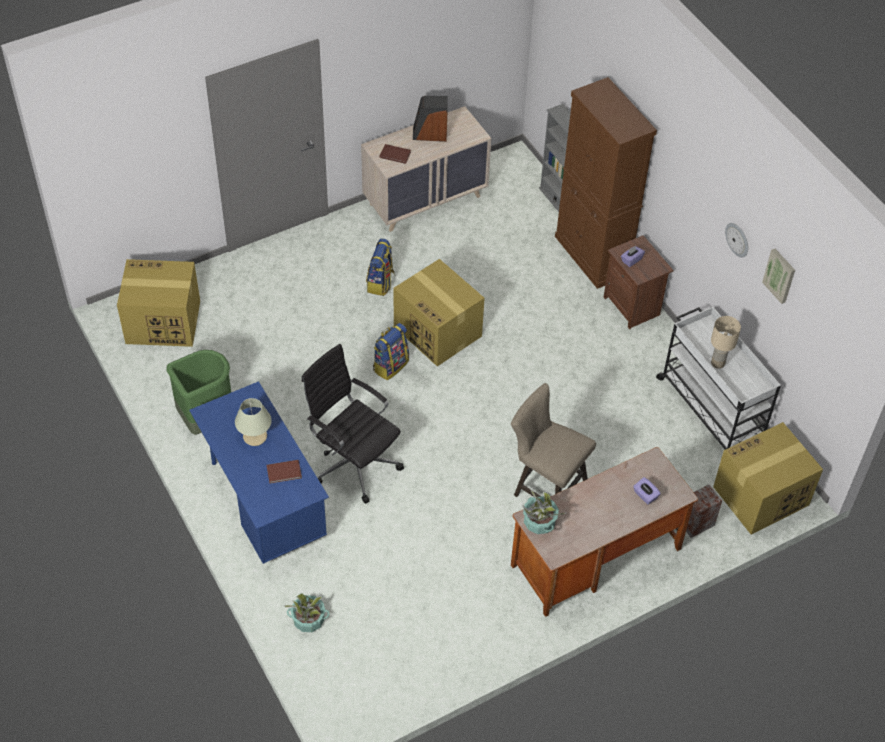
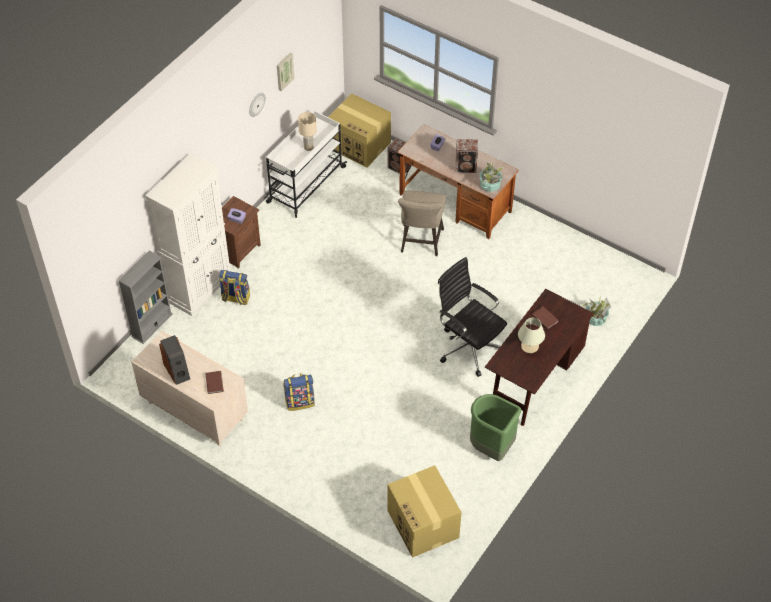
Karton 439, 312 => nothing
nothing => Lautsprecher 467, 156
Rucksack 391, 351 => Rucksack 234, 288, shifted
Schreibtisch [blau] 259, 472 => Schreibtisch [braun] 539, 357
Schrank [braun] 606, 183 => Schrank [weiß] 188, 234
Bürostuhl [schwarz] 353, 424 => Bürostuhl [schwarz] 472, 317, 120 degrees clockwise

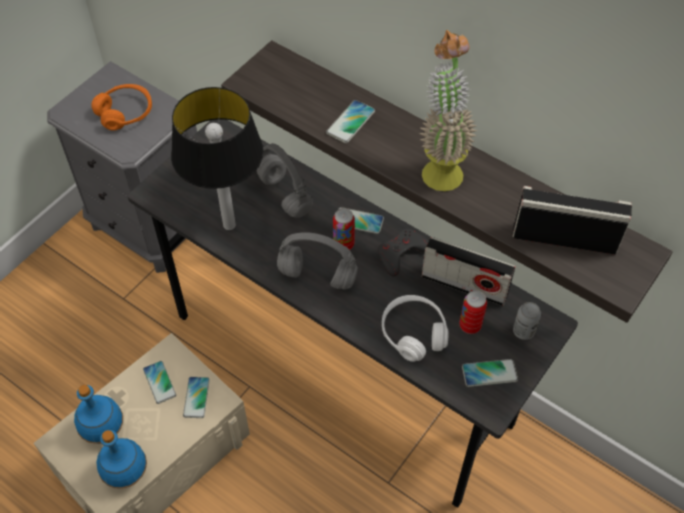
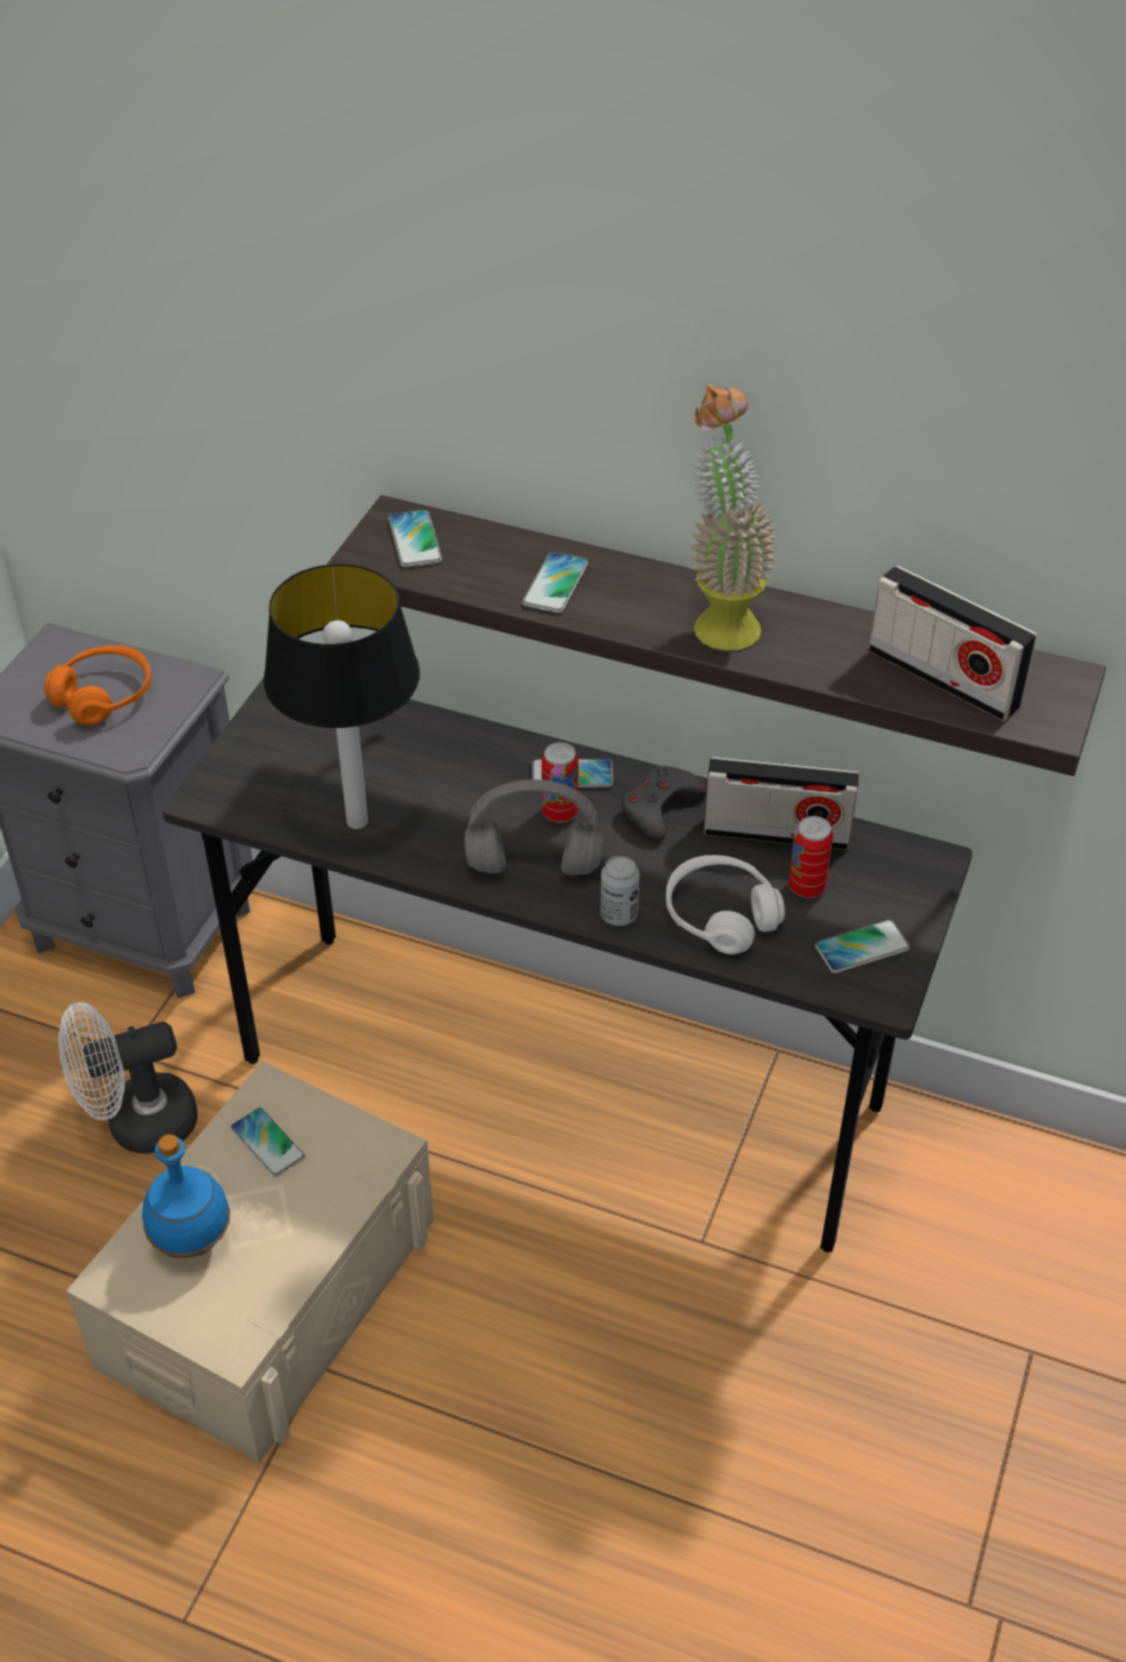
Flasche [blau] 122, 459 => nothing
Kopfhörer [grau] 284, 180 => nothing
nothing => Ventilator [weiß] 128, 1078
Handy 196, 397 => Handy 415, 538, shifted
Dose 527, 321 => Dose 619, 891, shifted
Radio 572, 220 => Radio 953, 643, 135 degrees counterclockwise

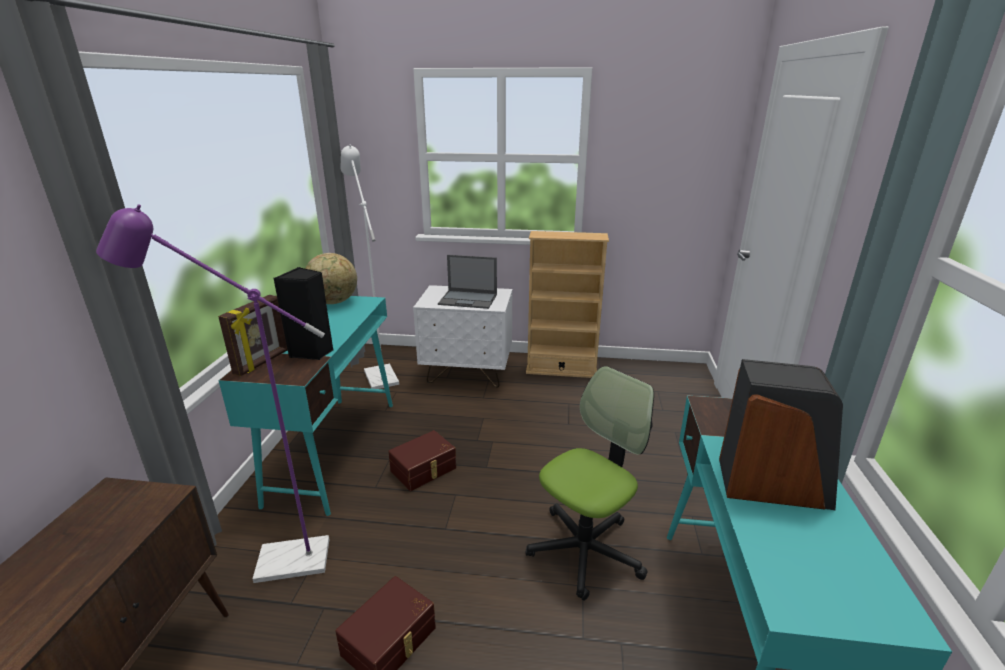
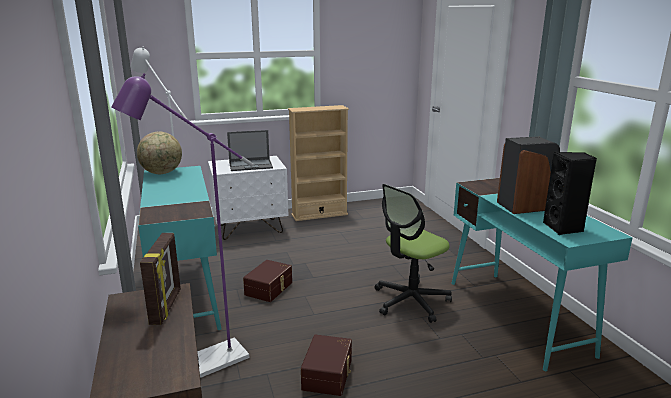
Bilderrahmen 253, 335 => Bilderrahmen 160, 279, shifted
Lautsprecher [schwarz] 303, 313 => Lautsprecher [schwarz] 570, 193, shifted
Bürostuhl 590, 483 => Bürostuhl 413, 253, 150 degrees counterclockwise

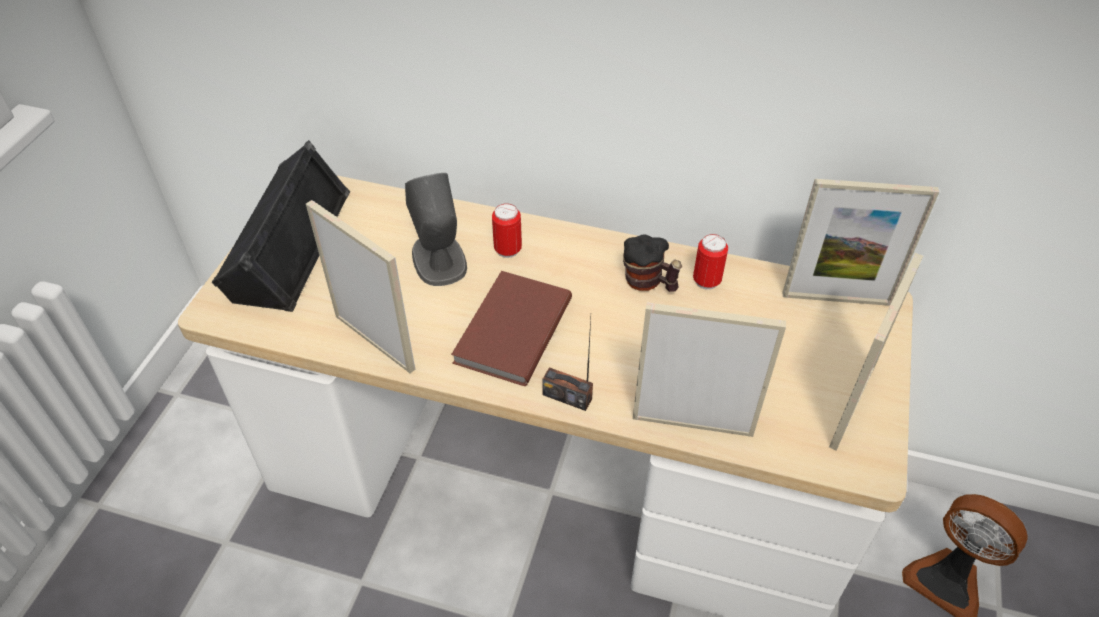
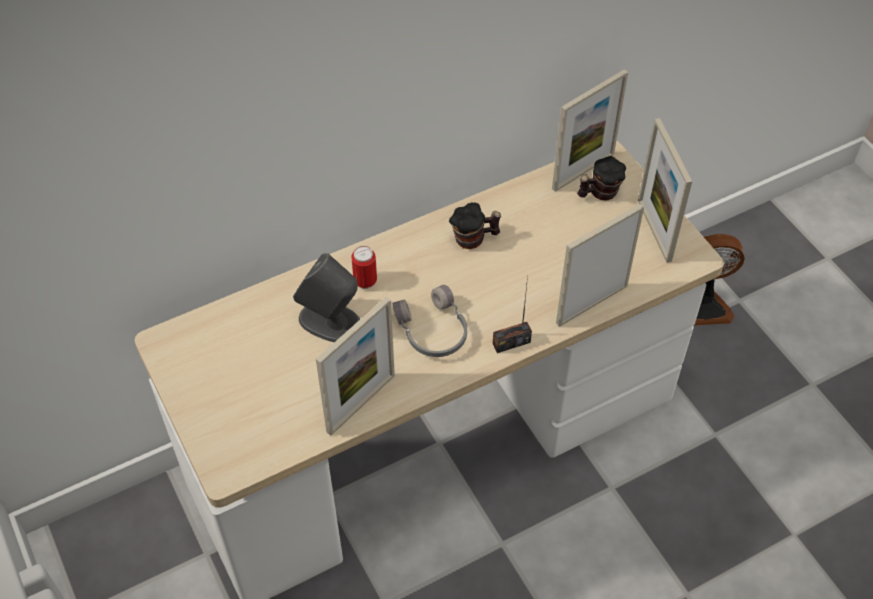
Lautsprecher [schwarz] 281, 226 => nothing
Dose 710, 262 => nothing
nothing => Henkelbecher 601, 178
Buch [braun] 511, 328 => Kopfhörer [grau] 430, 321
Bilderrahmen 360, 286 => Bilderrahmen 355, 366, 135 degrees clockwise

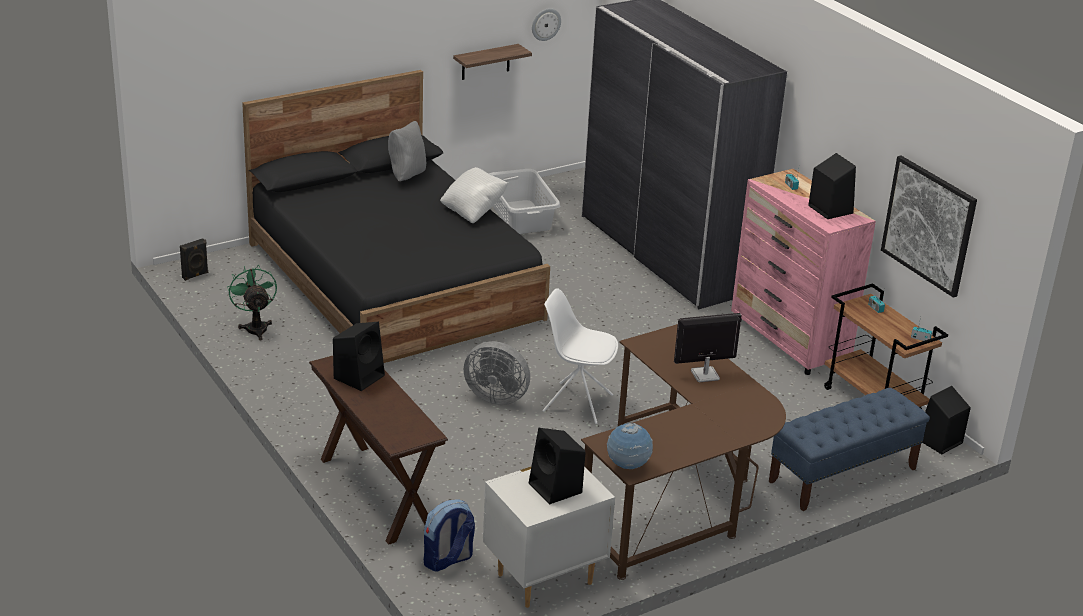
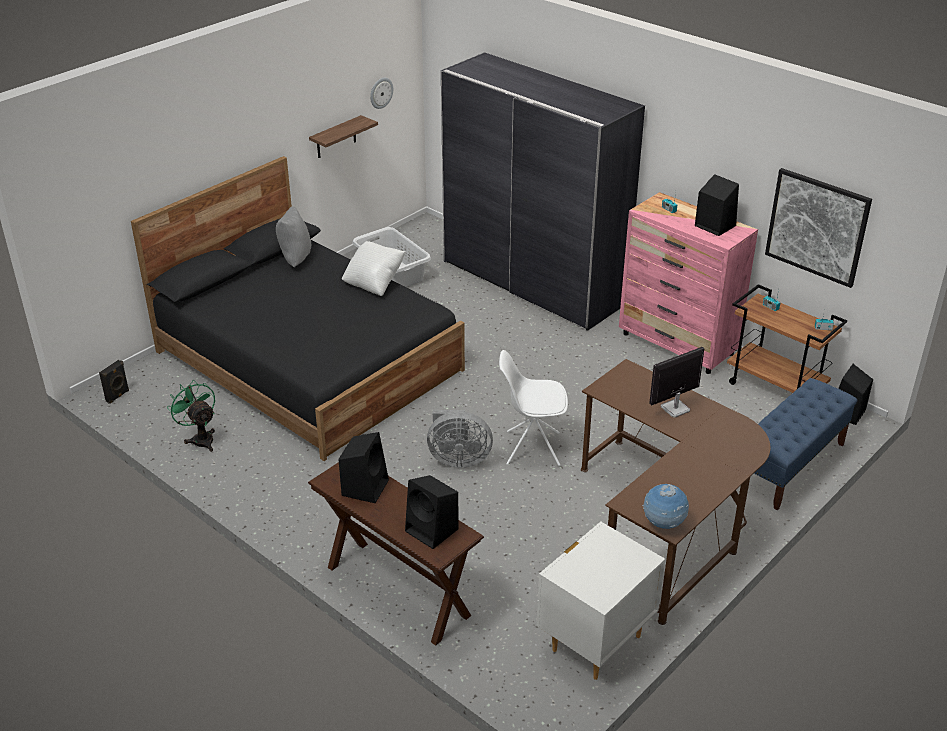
Rucksack 449, 535 => nothing
Lautsprecher [schwarz] 557, 466 => Lautsprecher [schwarz] 432, 512, shifted

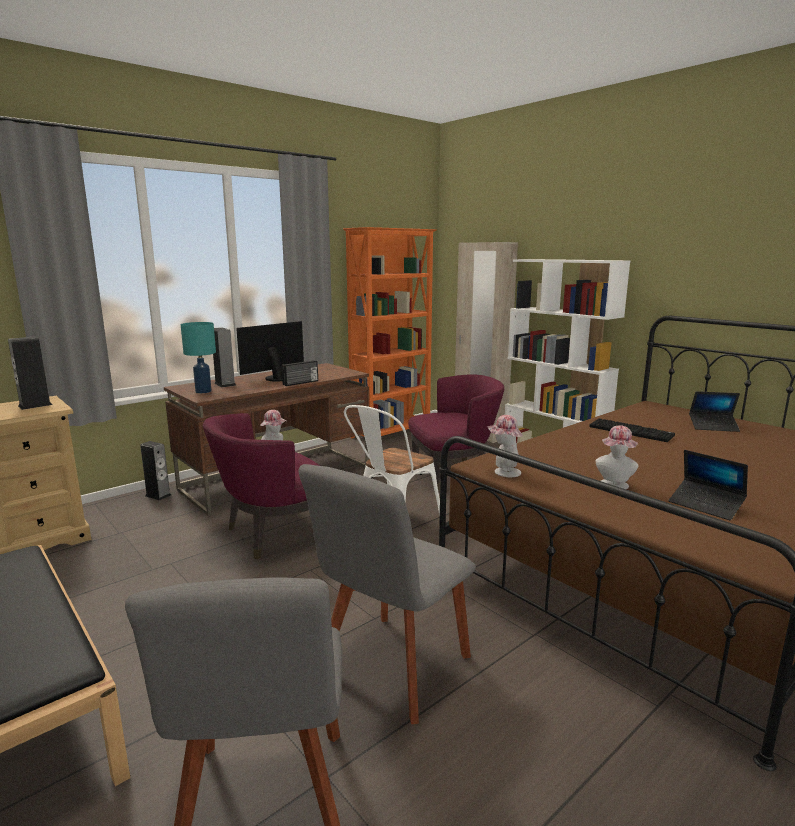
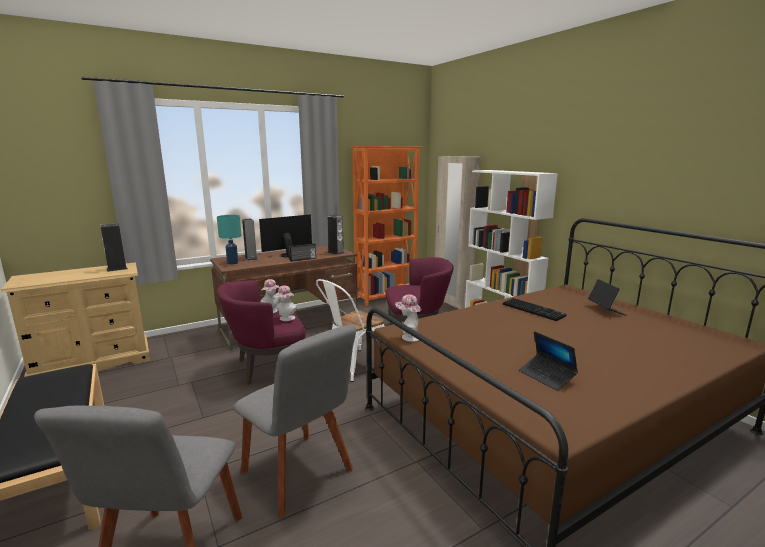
Lautsprecher 155, 471 => Lautsprecher 335, 235, shifted
Hut 616, 457 => Hut 286, 303, shifted
Stuhl [grau] 387, 594 => Stuhl [grau] 294, 421, 90 degrees counterclockwise
Laptop 714, 411 => Laptop 607, 297, 120 degrees counterclockwise

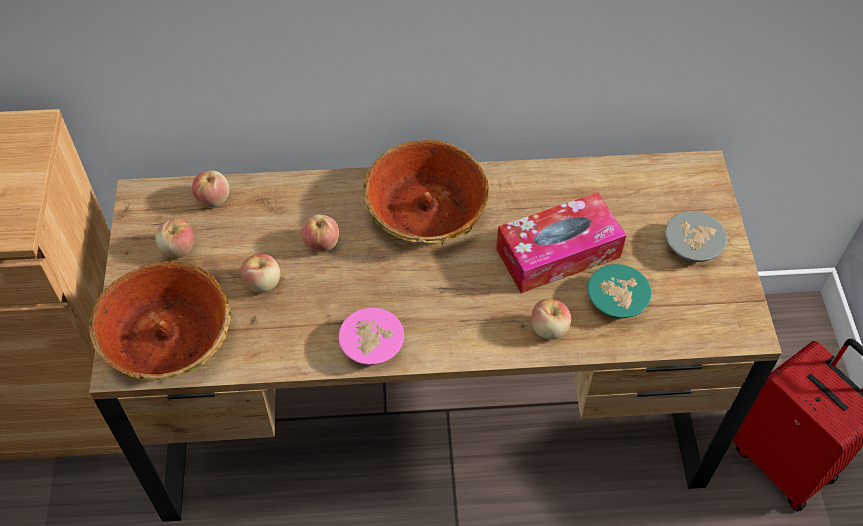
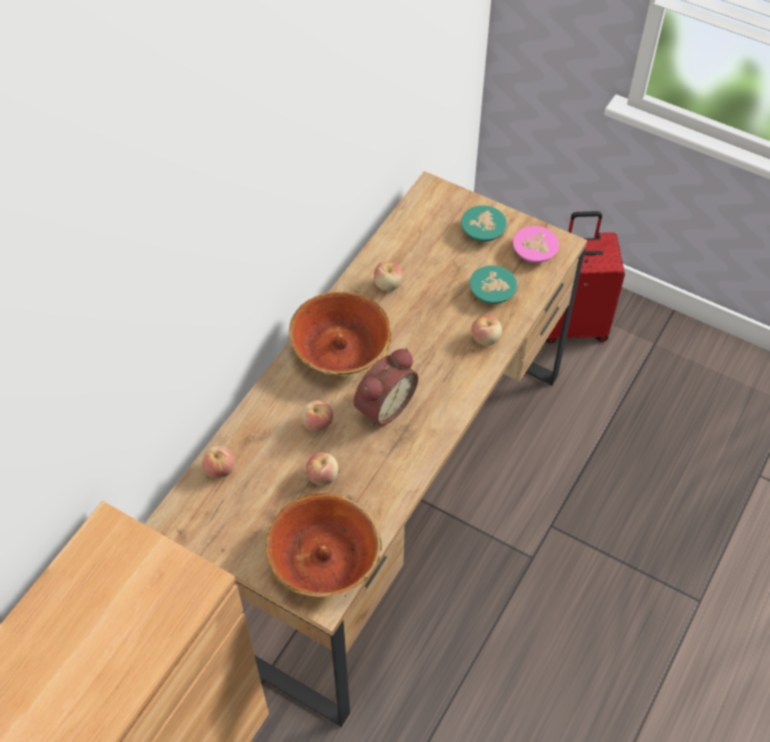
Taschentuchbox 561, 242 => nothing
nothing => Wecker 386, 387
Apfel 174, 238 => Apfel 388, 276, shifted
Schüssel [rosa] 371, 336 => Schüssel [rosa] 536, 244, shifted
Schüssel [grau] 696, 236 => Schüssel [türkis] 484, 223

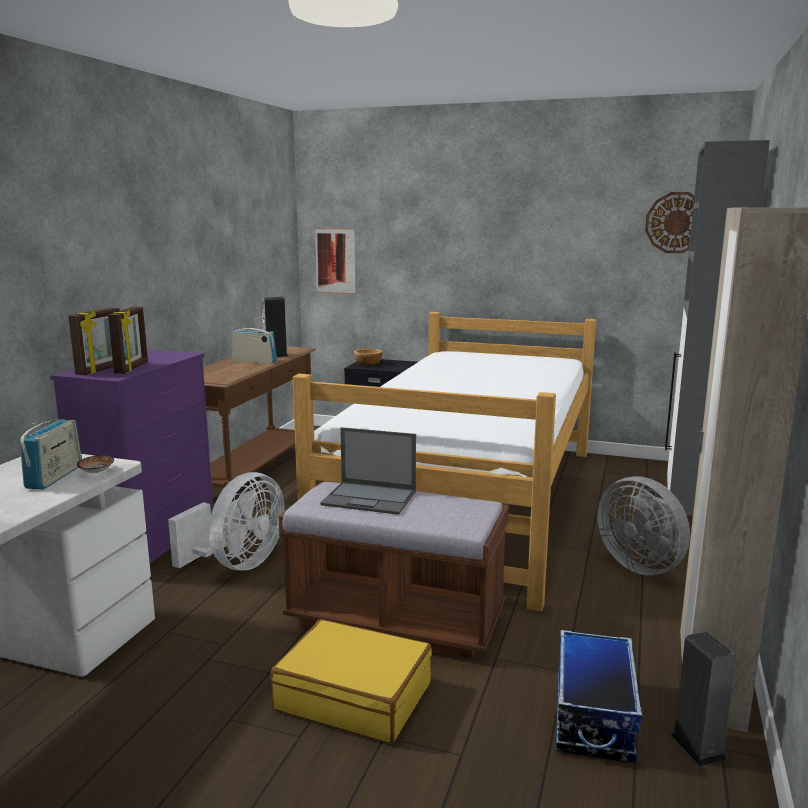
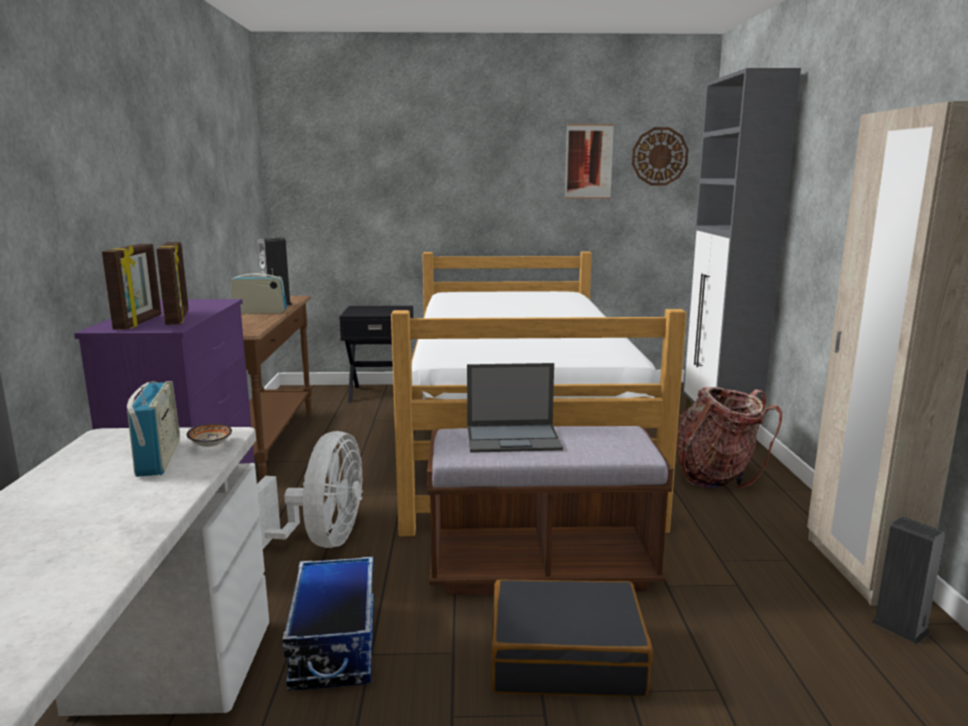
Schüssel 368, 357 => nothing
Bild 335, 261 => Bild 589, 161, shifted
Aufbewahrungsbox 599, 696 => Aufbewahrungsbox 328, 624, shifted
Ventilator [grau] 643, 525 => Rucksack 729, 437
Koffer [gelb] 351, 681 => Koffer [schwarz] 572, 638

